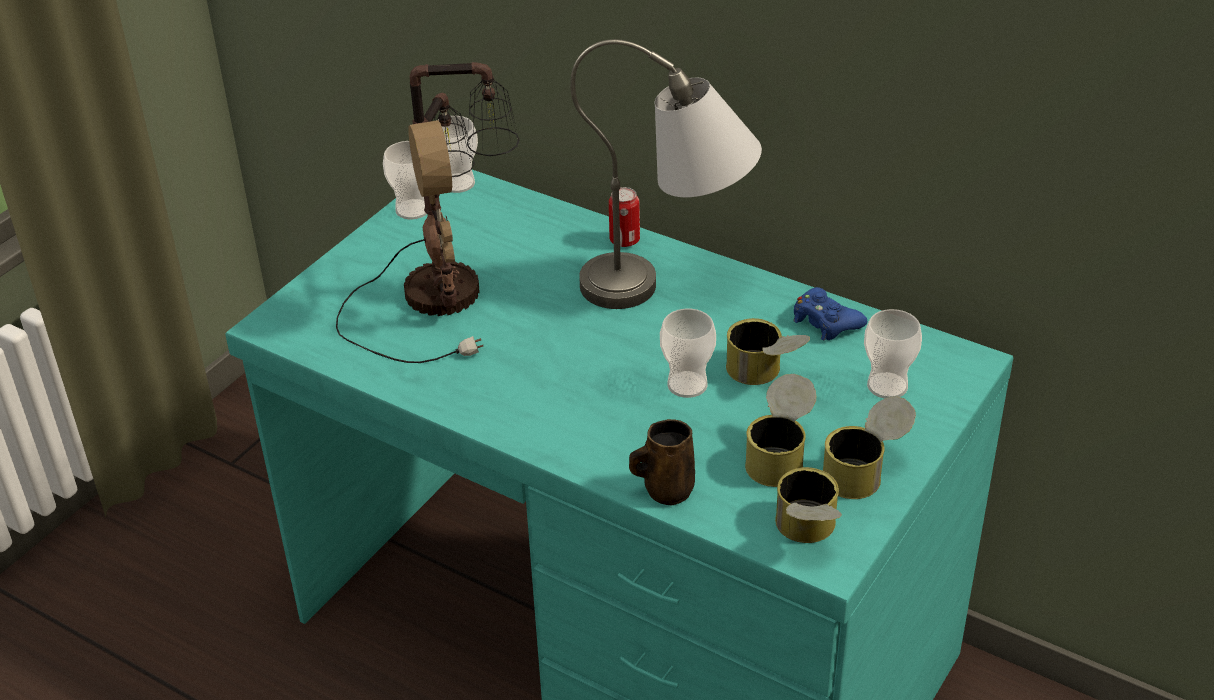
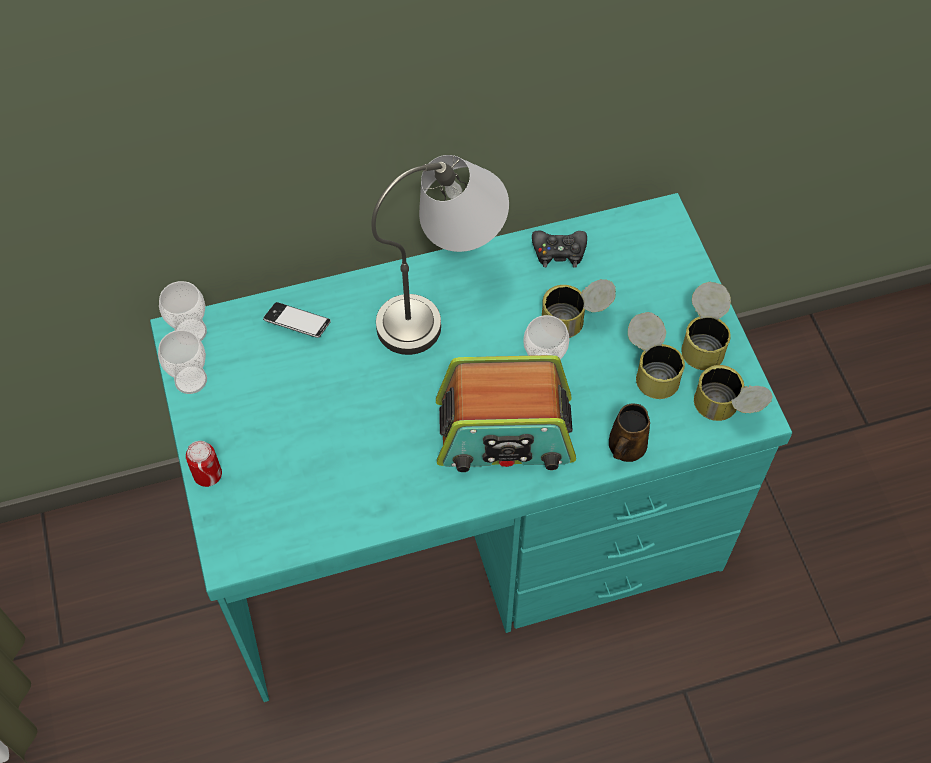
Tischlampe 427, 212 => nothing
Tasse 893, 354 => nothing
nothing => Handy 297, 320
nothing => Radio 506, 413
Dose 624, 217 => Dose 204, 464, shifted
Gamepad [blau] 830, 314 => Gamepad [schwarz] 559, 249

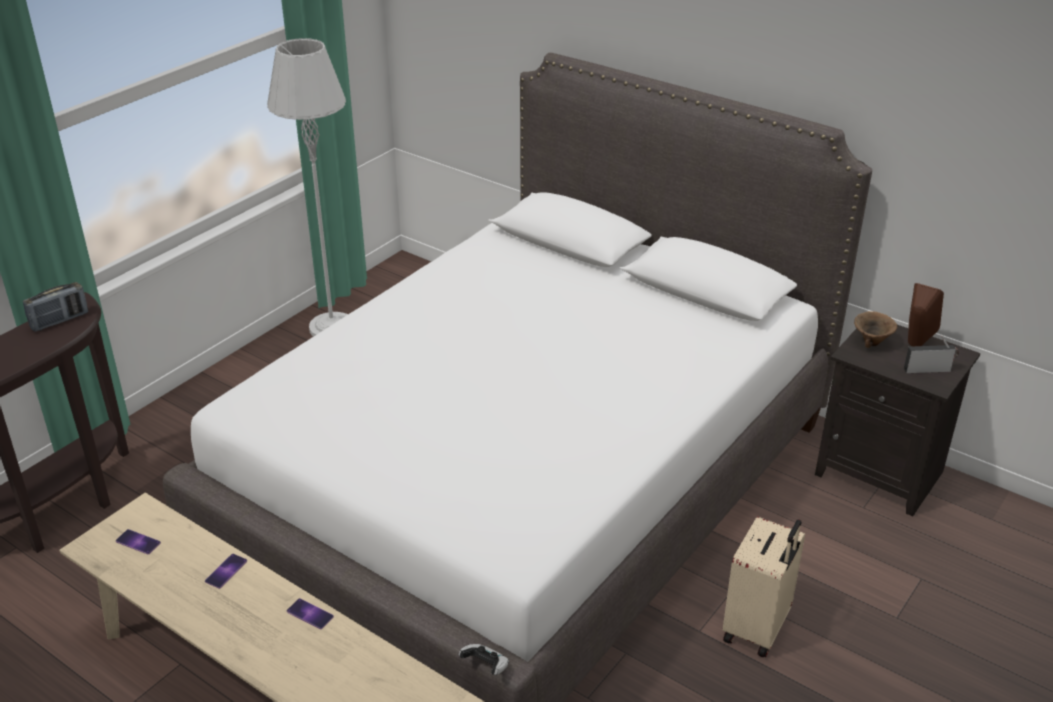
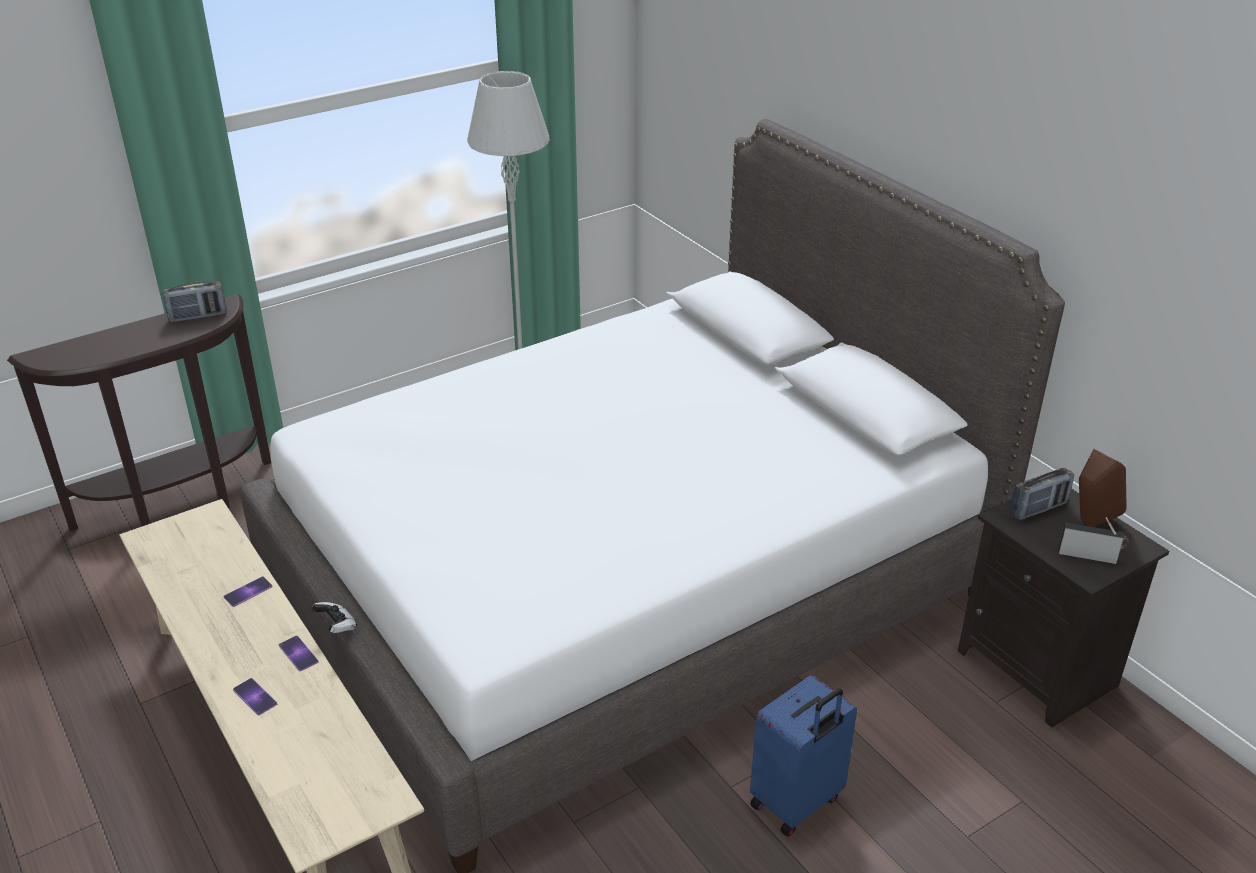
Handy 138, 541 => Handy 255, 696, shifted
Gamepad 484, 659 => Gamepad 334, 617, shifted
Schüssel [braun] 875, 329 => Radio 1042, 494
Koffer [beige] 764, 587 => Koffer [blau] 803, 756

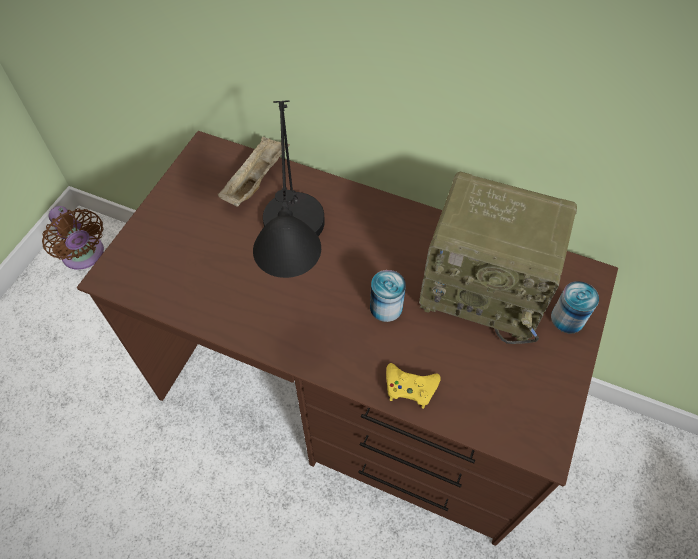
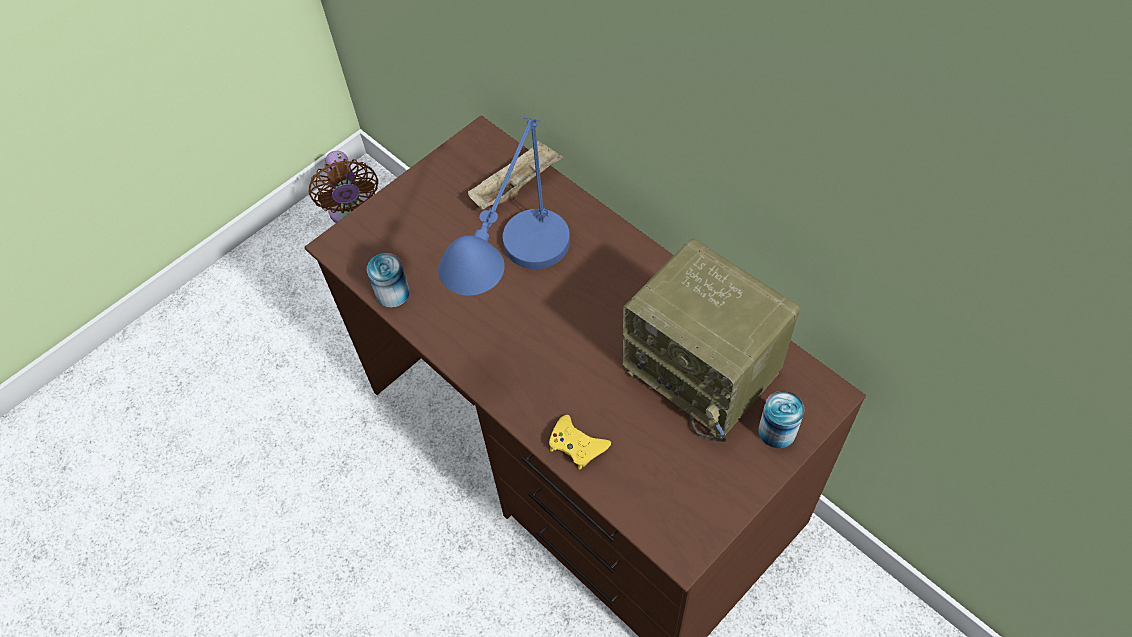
Dose 388, 296 => Dose 388, 280, shifted
Tischlampe [schwarz] 289, 189 => Tischlampe [blau] 504, 206

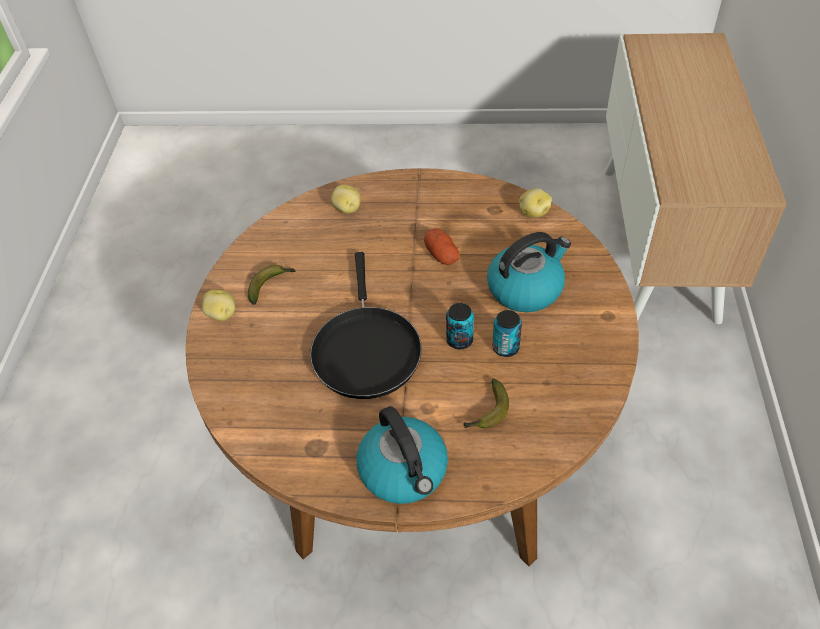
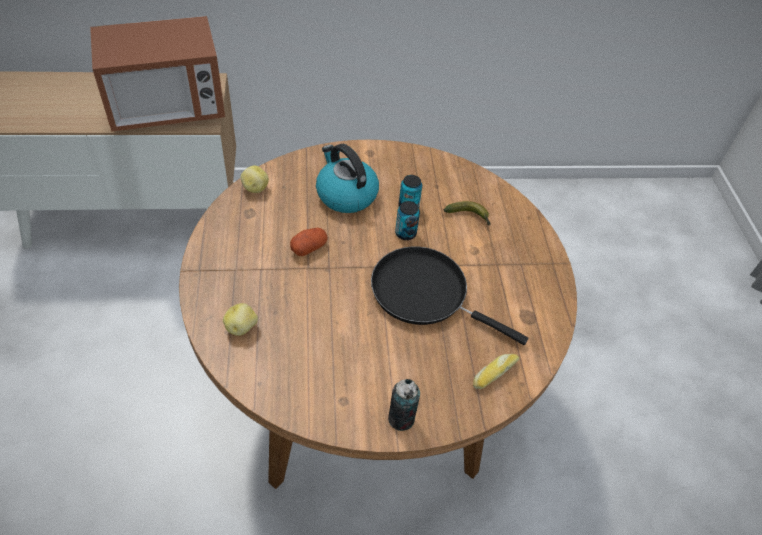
Banane 272, 285 => nothing
Wasserkessel 402, 455 => nothing
nothing => Mikrowelle 157, 74
nothing => Brot 496, 371
Kartoffel 218, 305 => Dose 404, 405
Pfanne [schwarz] 366, 325 => Pfanne [schwarz] 449, 296, 135 degrees counterclockwise

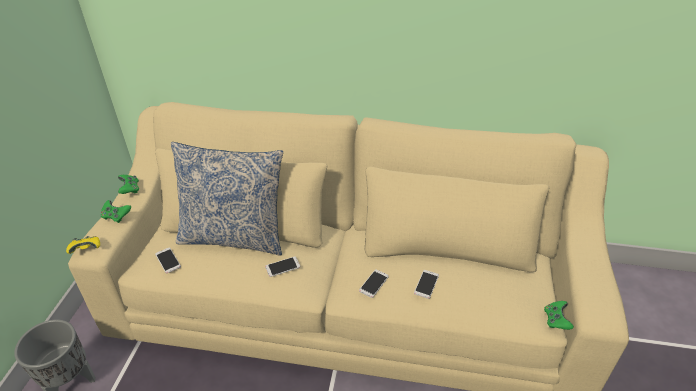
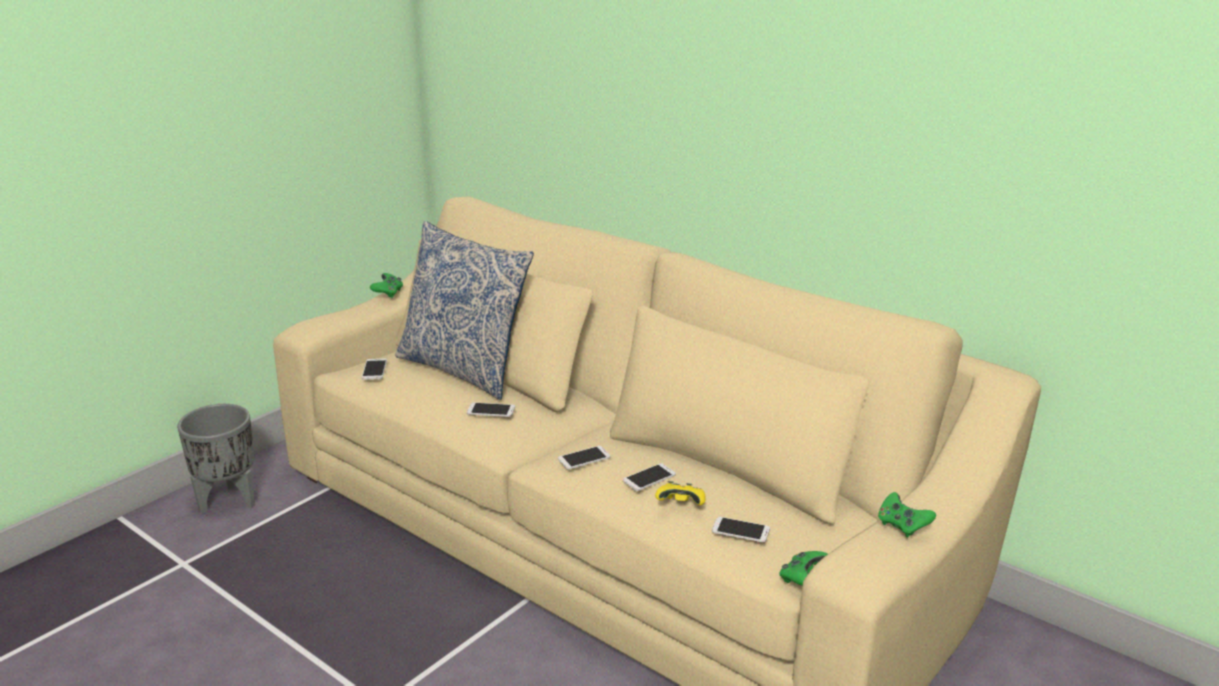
nothing => Handy 741, 529
Gamepad [gelb] 83, 245 => Gamepad [gelb] 680, 493, shifted
Gamepad [grün] 116, 211 => Gamepad [grün] 907, 514, shifted

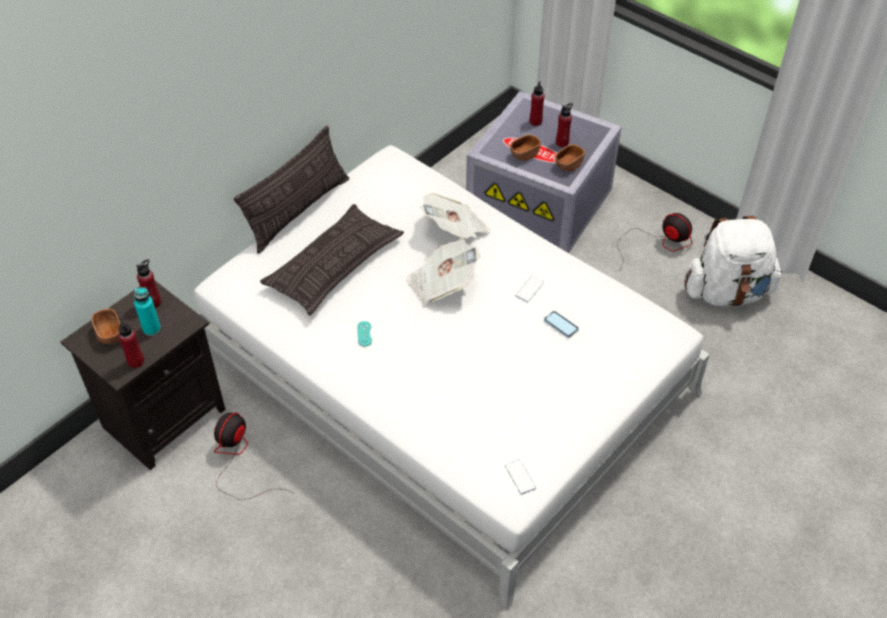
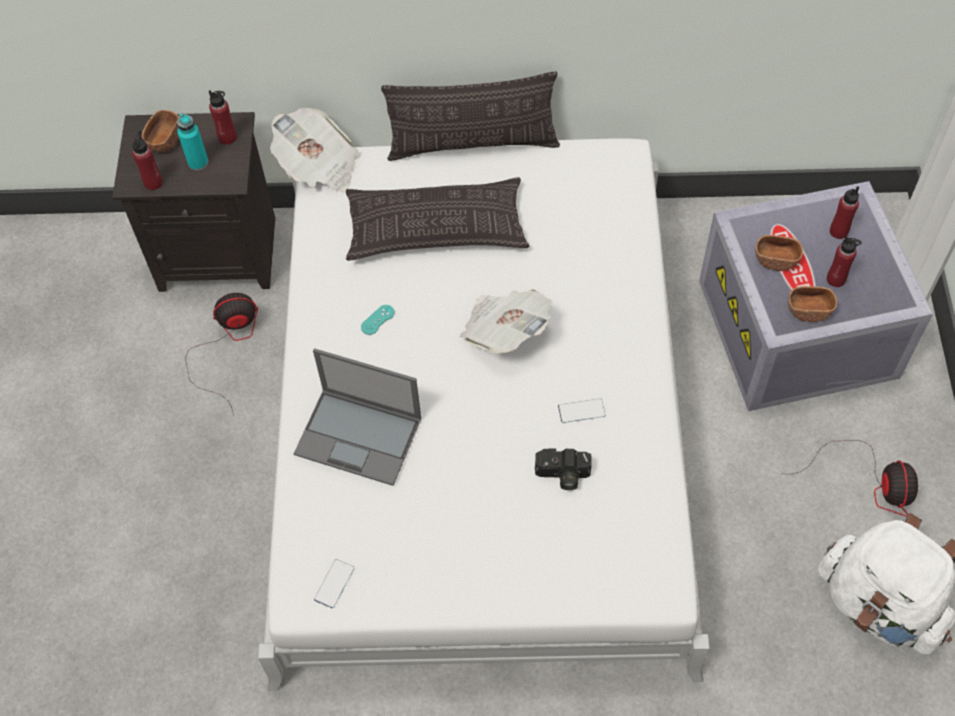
nothing => Laptop 357, 417
Zeitung 455, 216 => Zeitung 314, 150, shifted
Handy 561, 324 => Kamera 563, 469

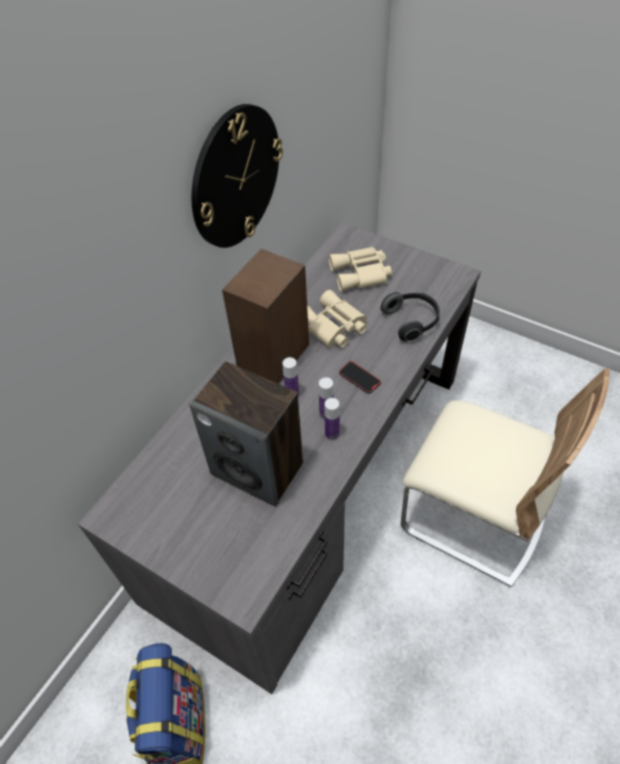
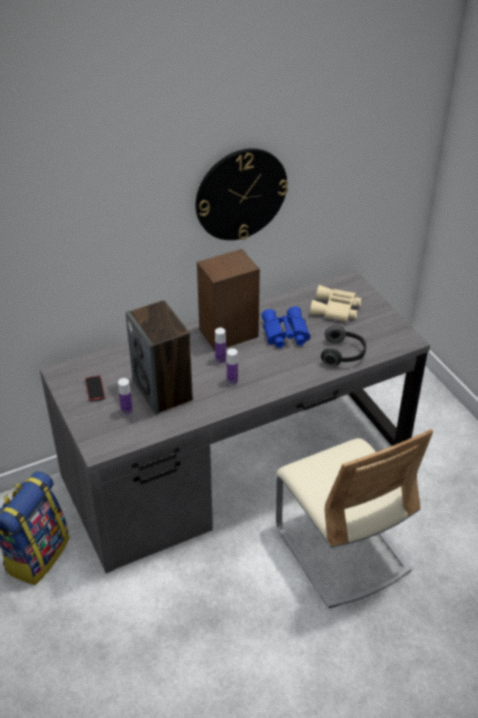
Flasche 332, 419 => Flasche 125, 397, shifted
Handy 360, 377 => Handy 95, 389, shifted
Fernglas [beige] 337, 319 => Fernglas [blau] 285, 327

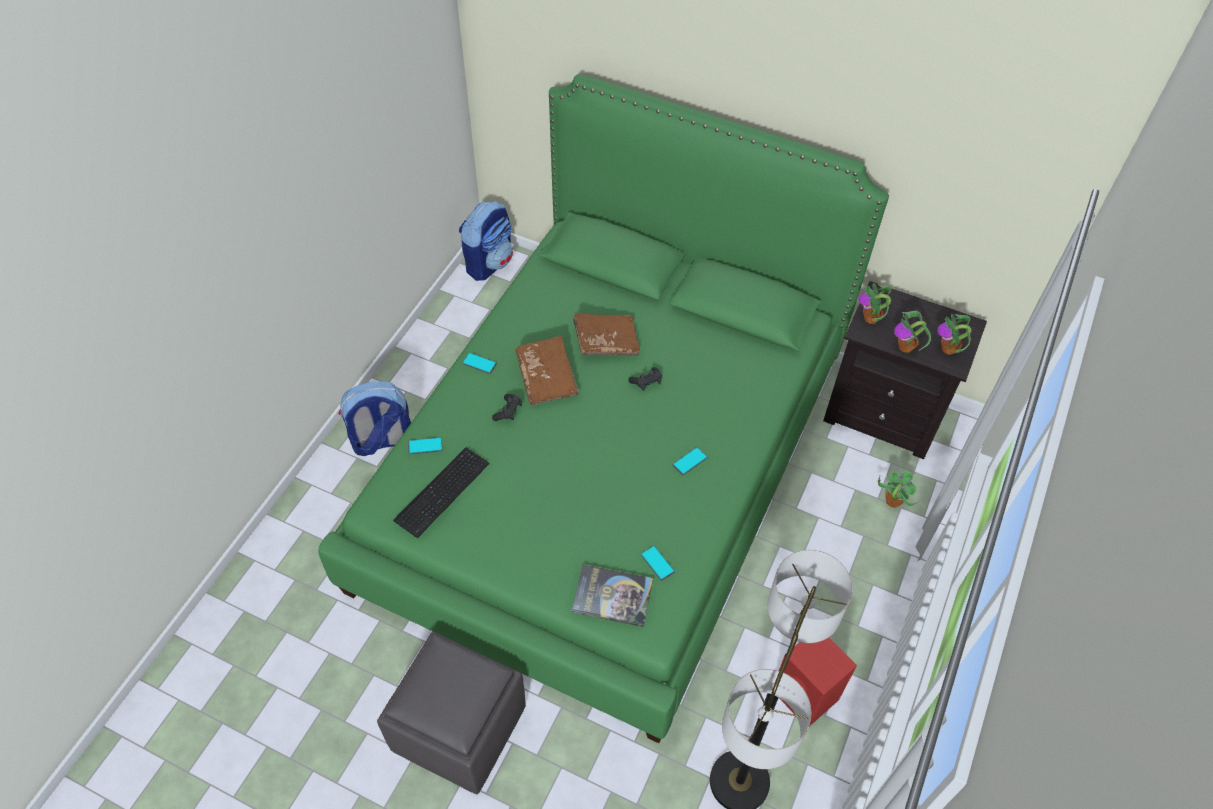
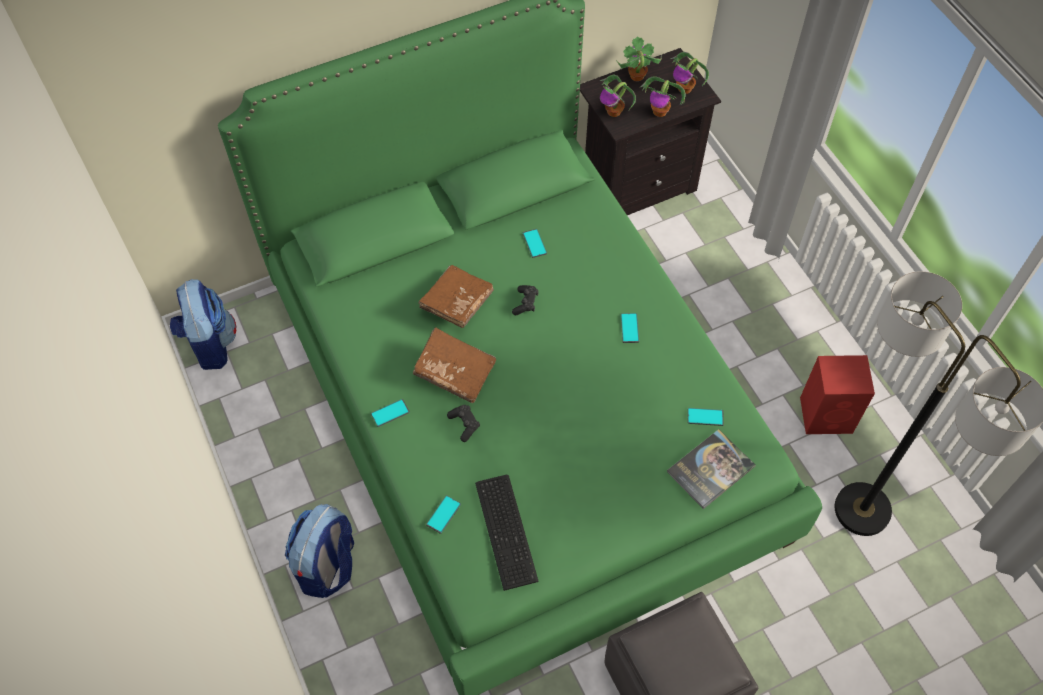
nothing => Handy 535, 243
Topfpflanze 898, 489 => Topfpflanze 639, 58, shifted

